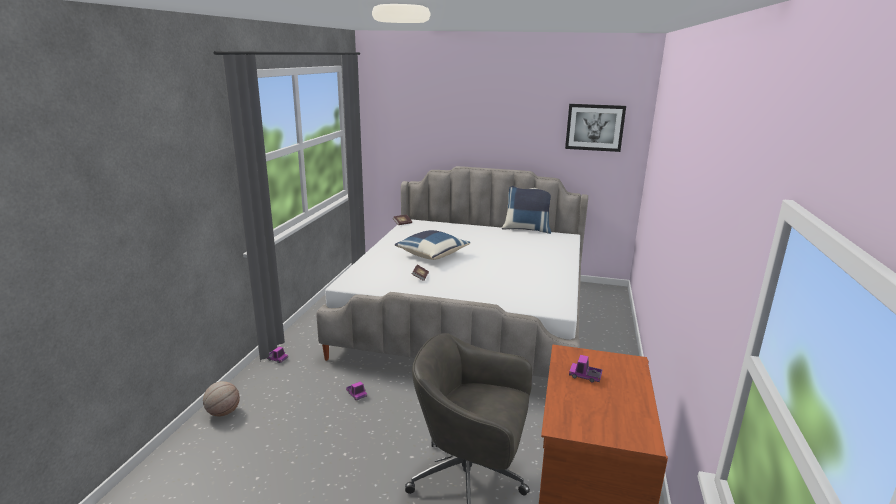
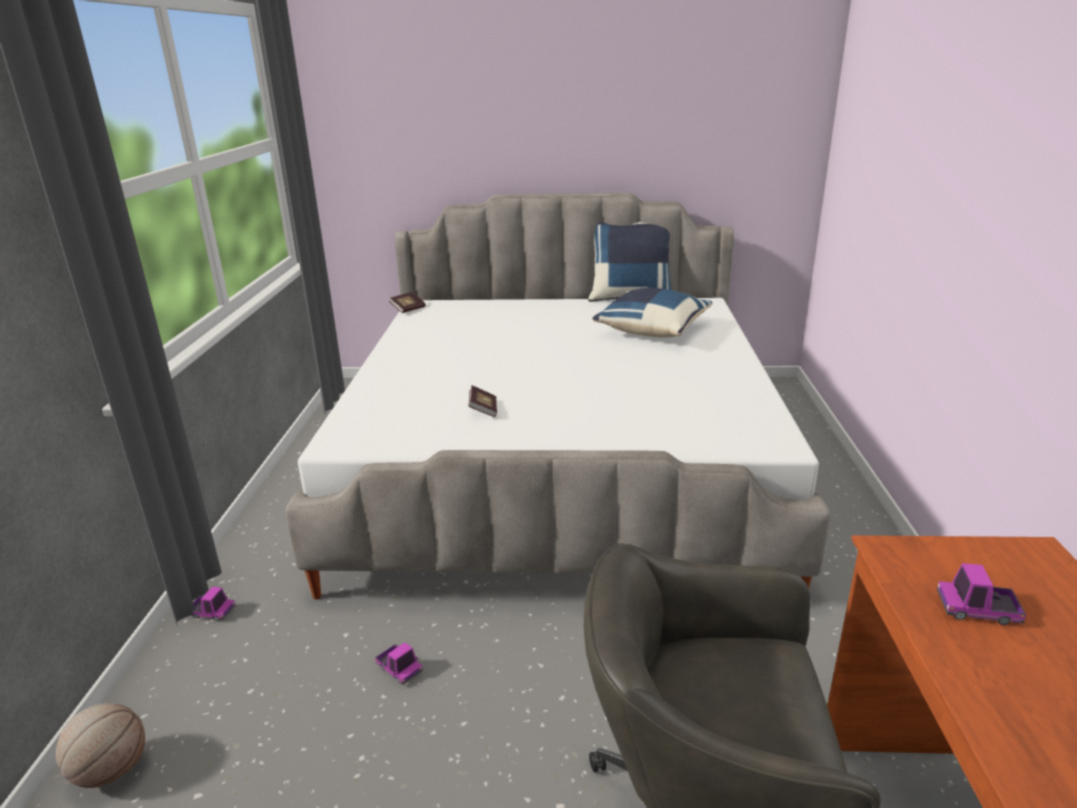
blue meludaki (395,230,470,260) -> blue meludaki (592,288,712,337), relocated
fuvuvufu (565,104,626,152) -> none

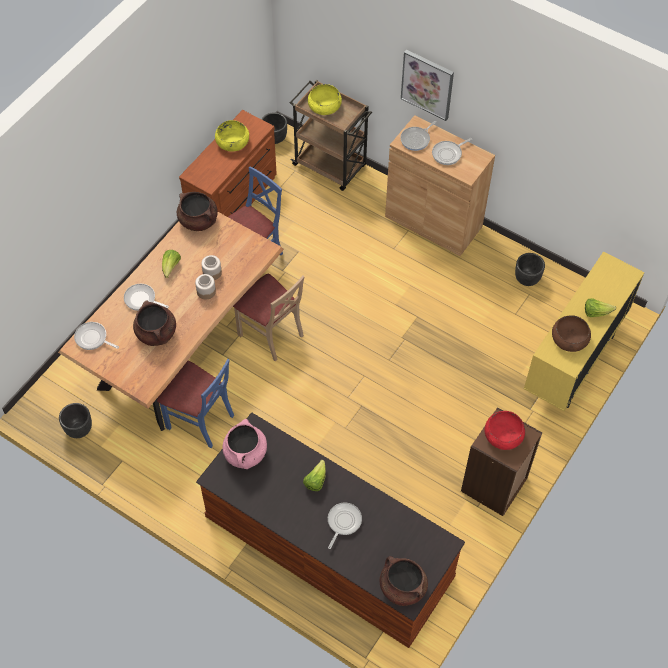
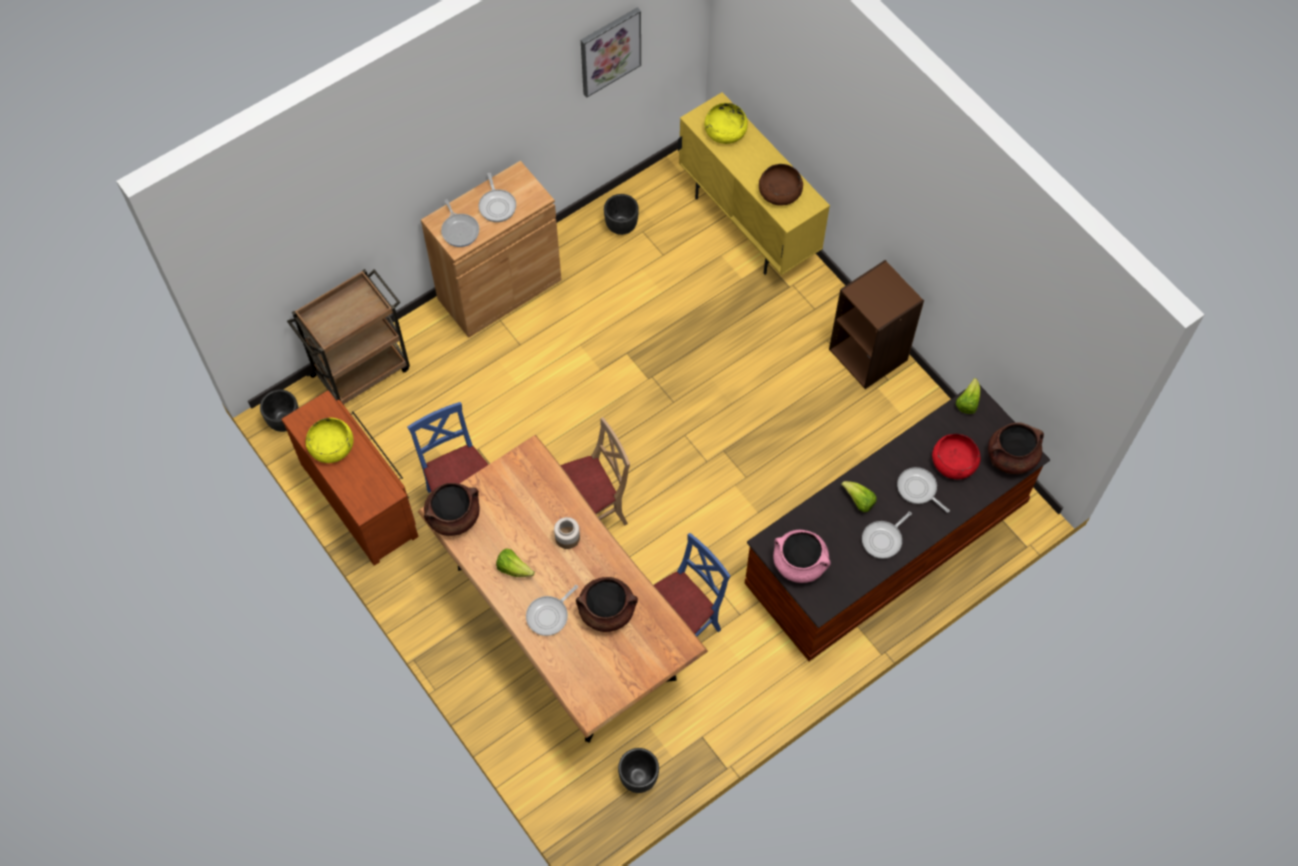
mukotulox (74,322,119,350) -> mukotulox (862,512,912,559), relocated
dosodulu (201,255,222,280) -> none
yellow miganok (308,84,342,115) -> yellow miganok (704,103,748,144), relocated
fuvuvufu (401,49,454,121) -> fuvuvufu (581,7,641,98), relocated
red miganok (485,411,525,450) -> red miganok (932,434,980,479), relocated
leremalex (585,298,616,317) -> leremalex (956,378,980,414), relocated

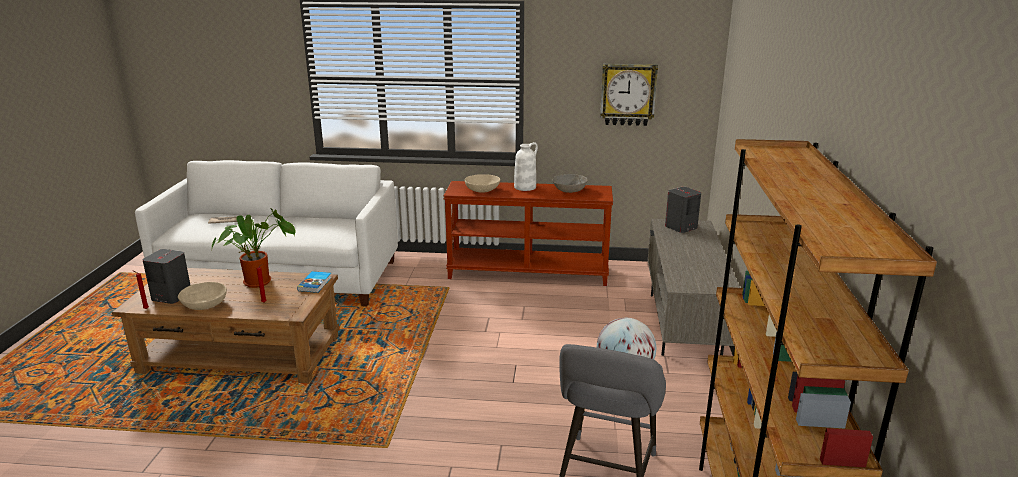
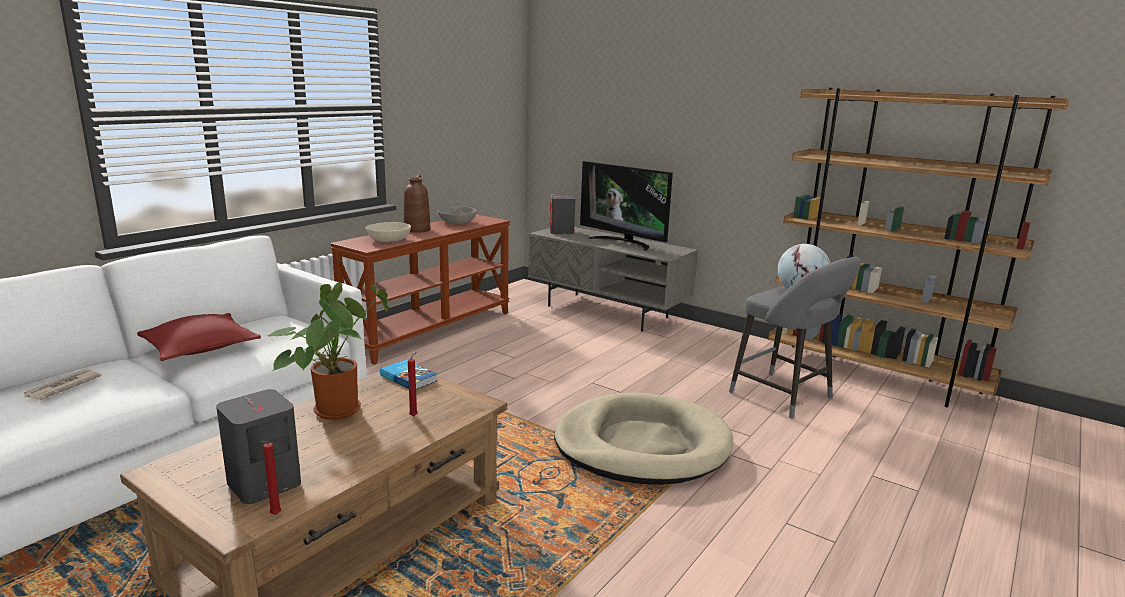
beige miganok (178,282,227,310) -> none
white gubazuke (514,142,538,191) -> brown gubazuke (404,175,430,233)
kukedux (600,64,658,126) -> none
none -> red meludaki (137,313,261,361)
none -> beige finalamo (554,393,733,485)
none -> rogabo (580,161,673,251)

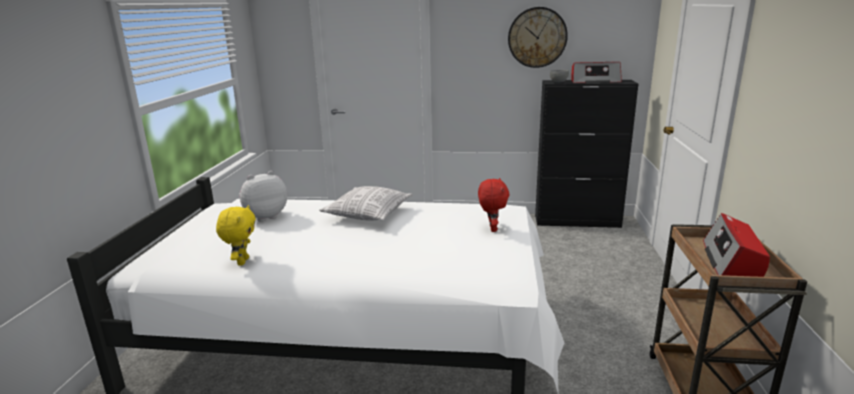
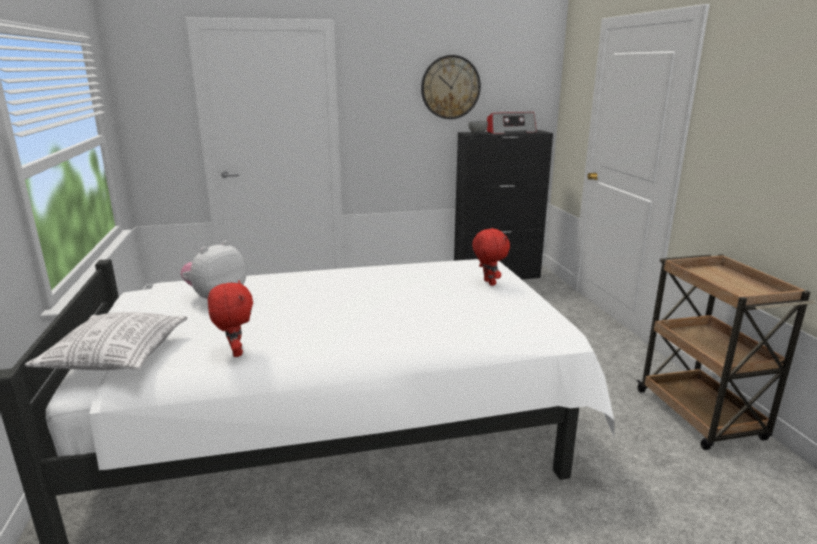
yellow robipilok (216,205,256,266) -> red robipilok (208,280,253,357)
meludaki (320,186,413,221) -> meludaki (24,312,188,370), relocated
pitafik (703,213,770,277) -> none

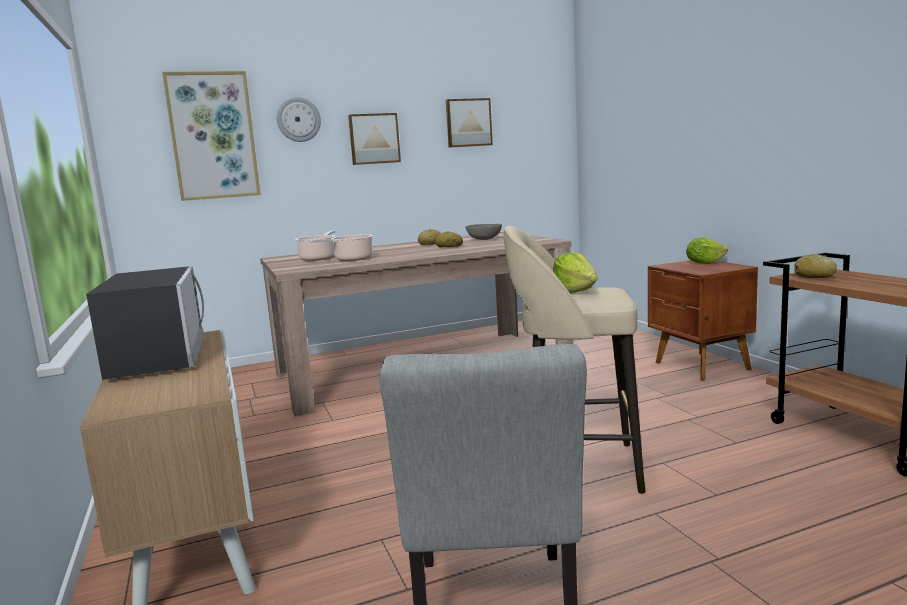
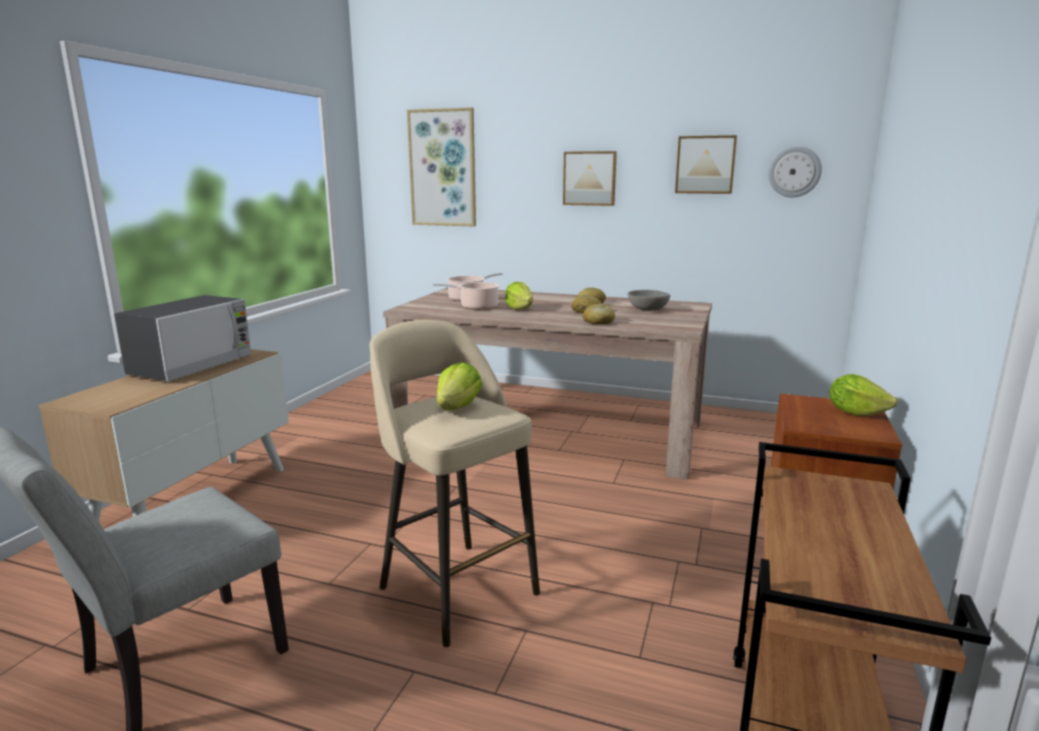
kukedux (277,97,321,142) -> kukedux (769,146,822,197), relocated
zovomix (794,254,837,278) -> zovomix (583,303,615,324), relocated
none -> leremalex (505,282,533,310)

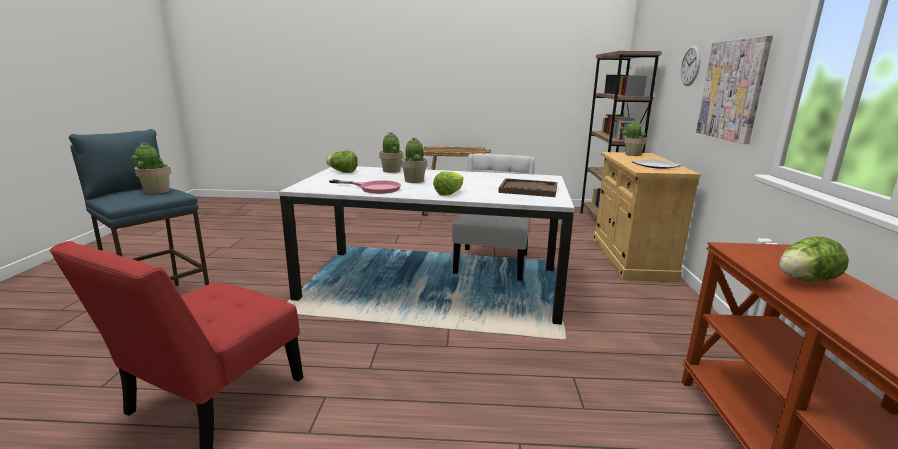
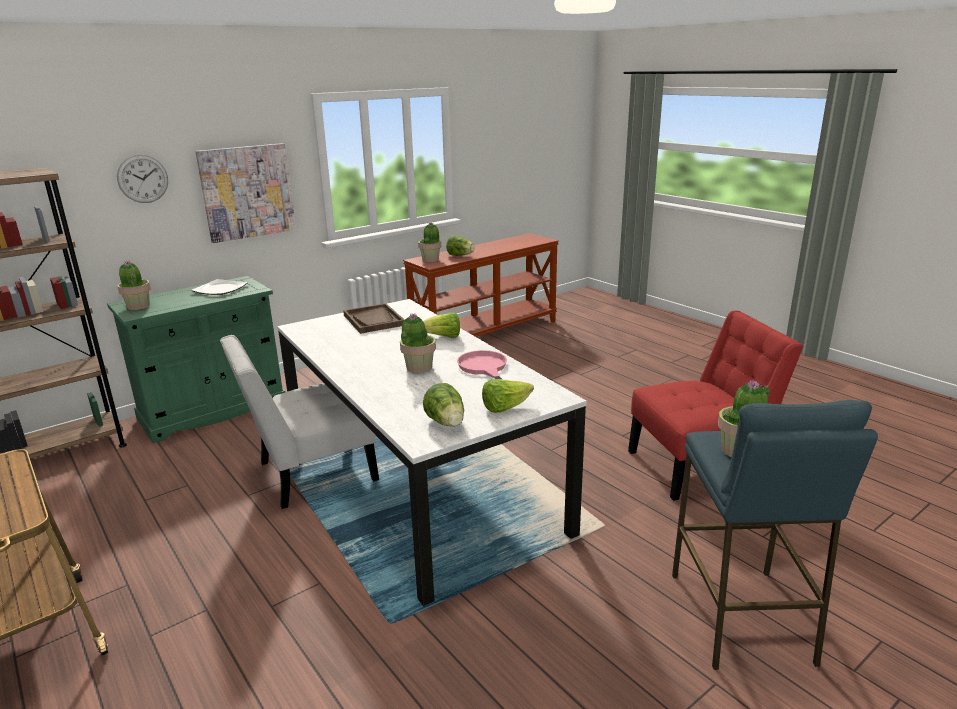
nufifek (379,132,403,173) -> nufifek (418,222,441,262), relocated
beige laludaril (593,152,701,282) -> green laludaril (107,276,285,443)
none -> leremalex (482,379,534,413)

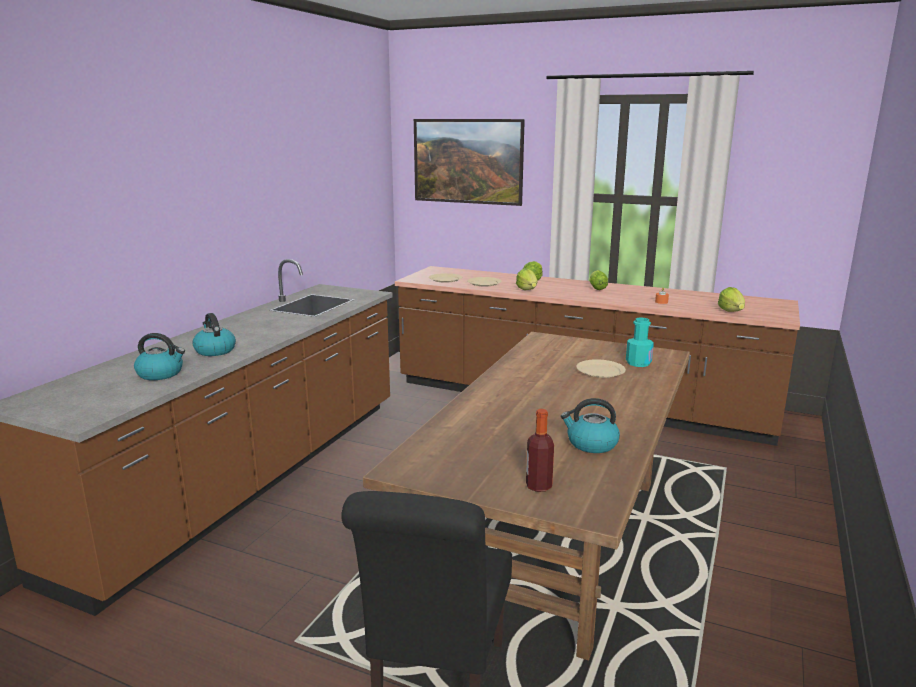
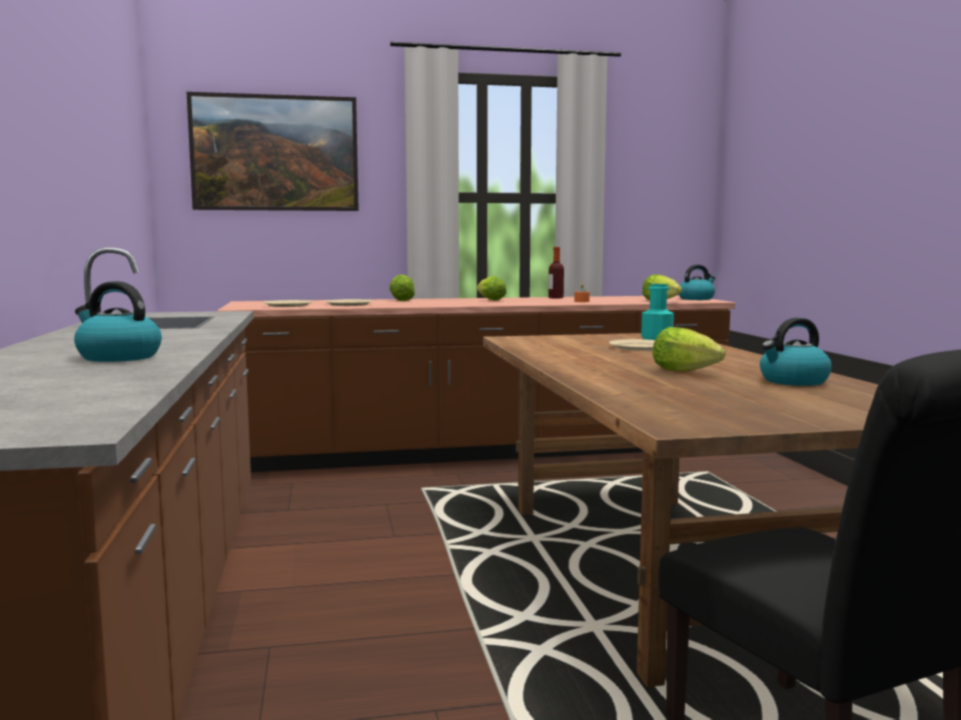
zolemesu (134,333,185,380) -> zolemesu (679,265,715,300), relocated
leremalex (516,268,538,290) -> leremalex (653,327,725,372), relocated
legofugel (526,409,554,492) -> legofugel (548,247,564,298), relocated

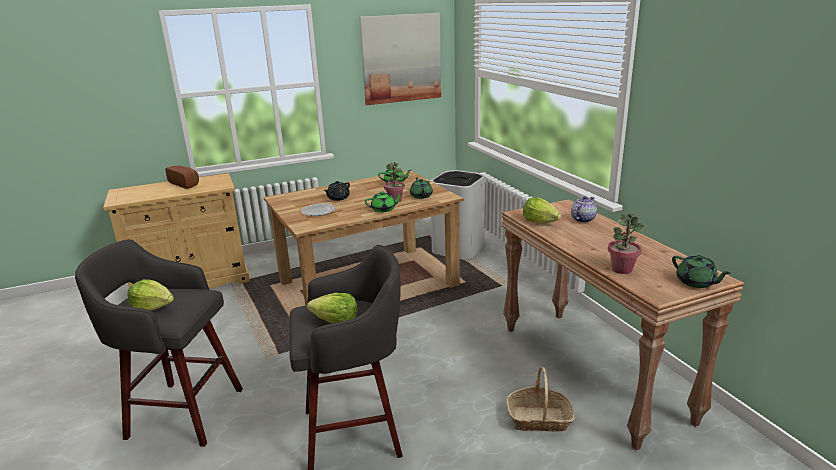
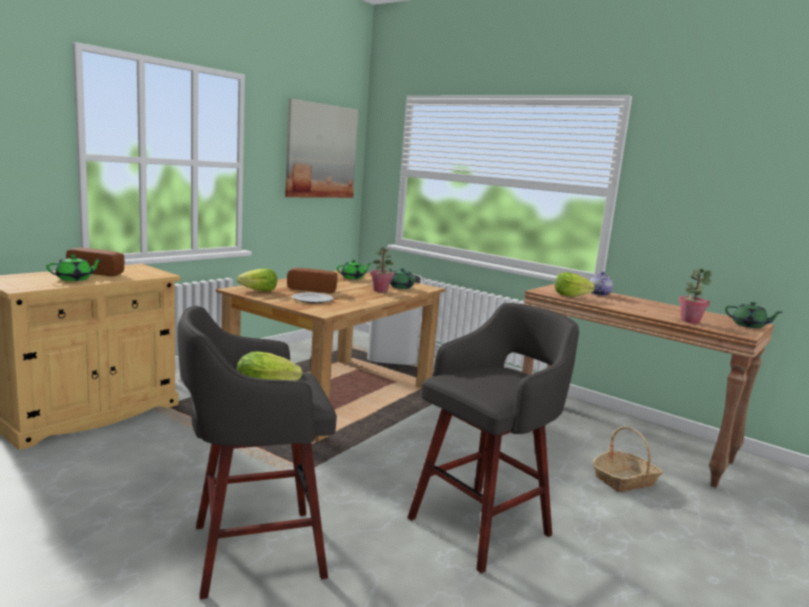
leremalex (307,293,358,323) -> leremalex (237,269,277,292), relocated
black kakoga (324,181,350,201) -> zovomix (287,268,338,293)
green kakoga (365,191,403,212) -> green kakoga (46,255,102,281), relocated

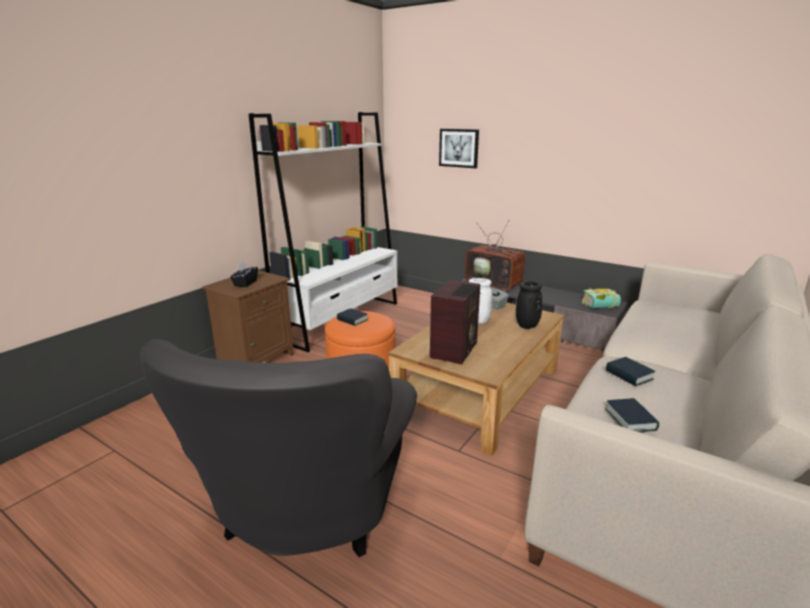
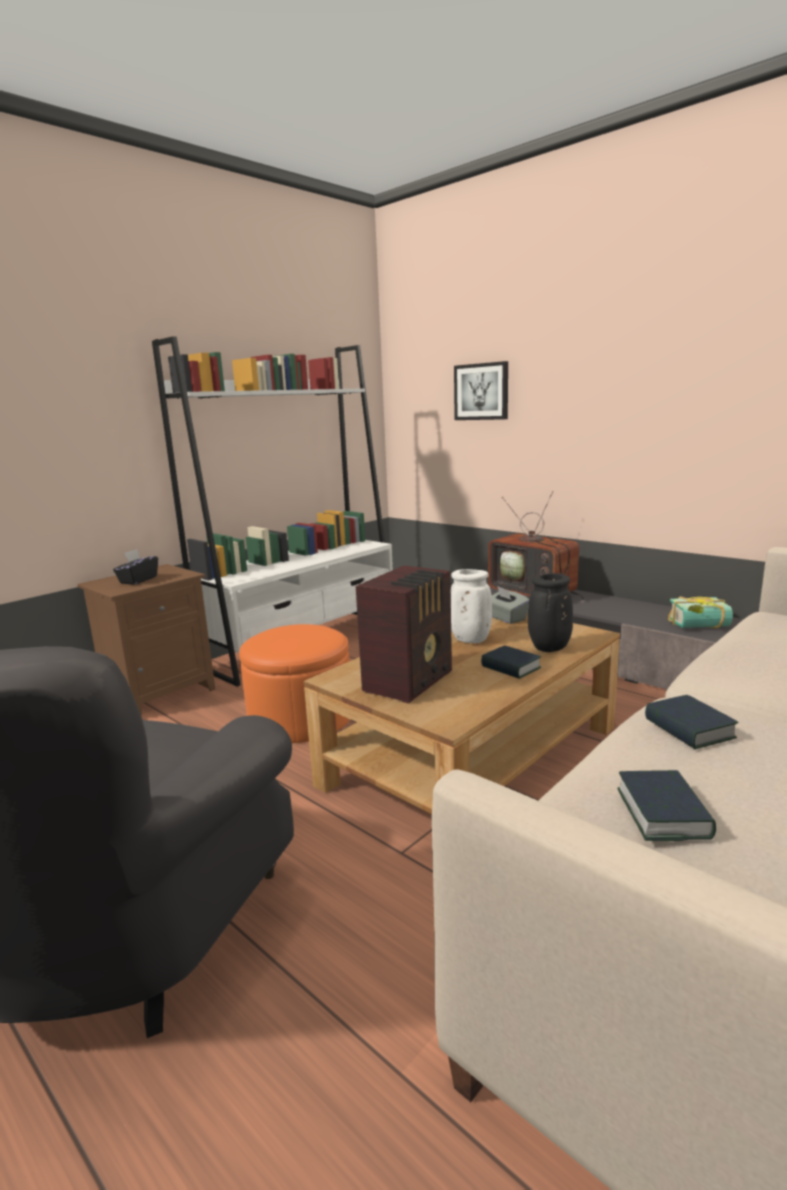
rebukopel (337,308,368,326) -> rebukopel (481,645,541,679), relocated

